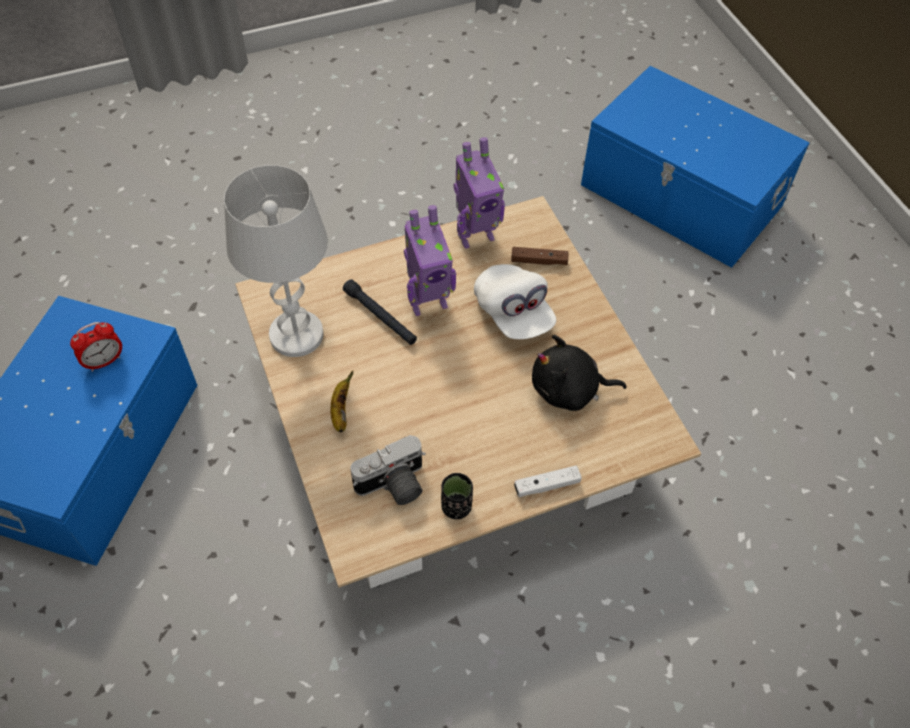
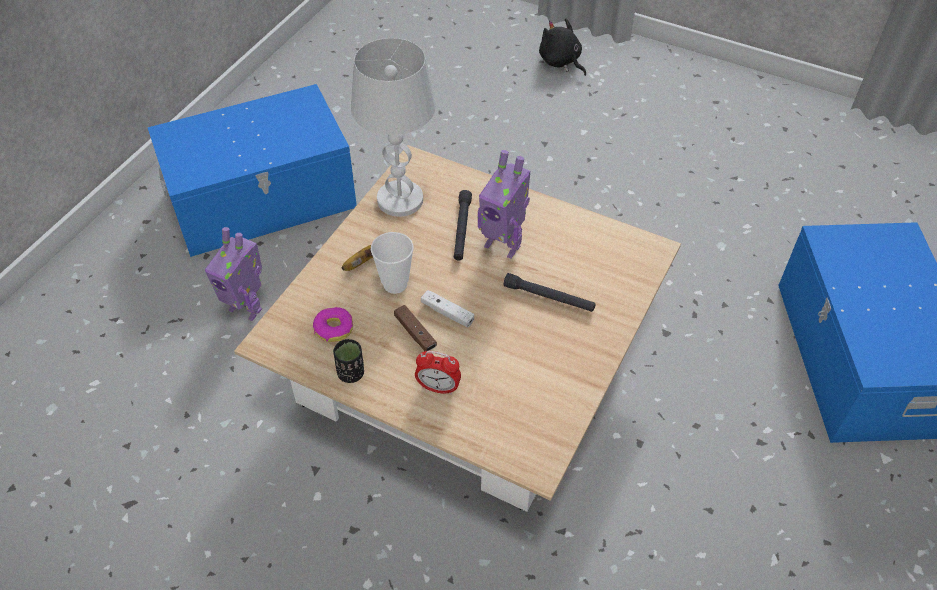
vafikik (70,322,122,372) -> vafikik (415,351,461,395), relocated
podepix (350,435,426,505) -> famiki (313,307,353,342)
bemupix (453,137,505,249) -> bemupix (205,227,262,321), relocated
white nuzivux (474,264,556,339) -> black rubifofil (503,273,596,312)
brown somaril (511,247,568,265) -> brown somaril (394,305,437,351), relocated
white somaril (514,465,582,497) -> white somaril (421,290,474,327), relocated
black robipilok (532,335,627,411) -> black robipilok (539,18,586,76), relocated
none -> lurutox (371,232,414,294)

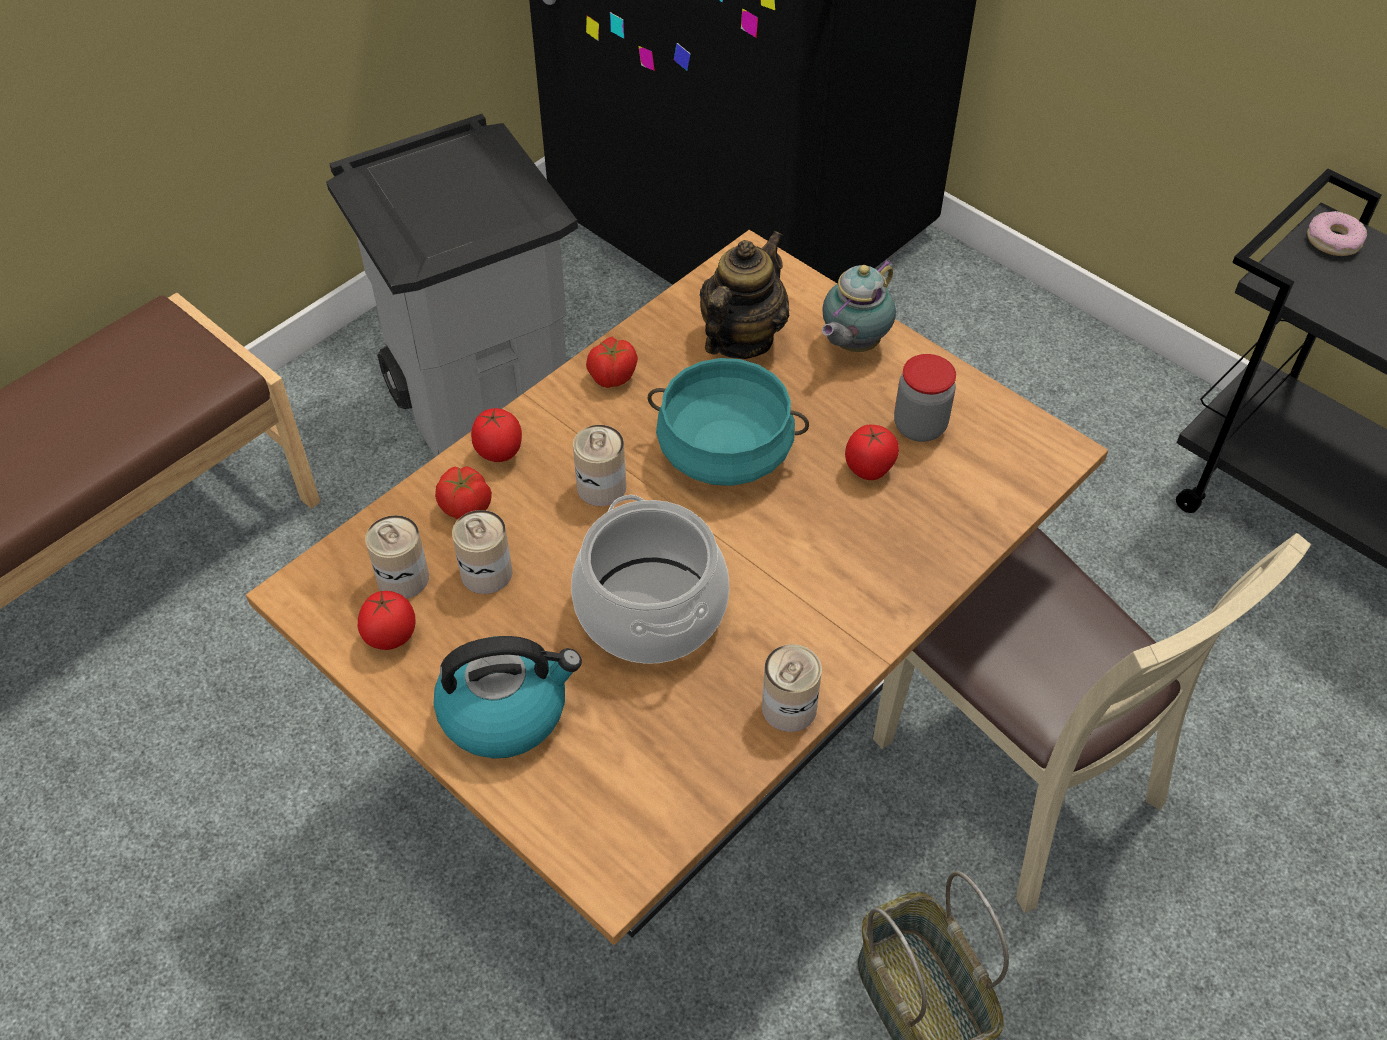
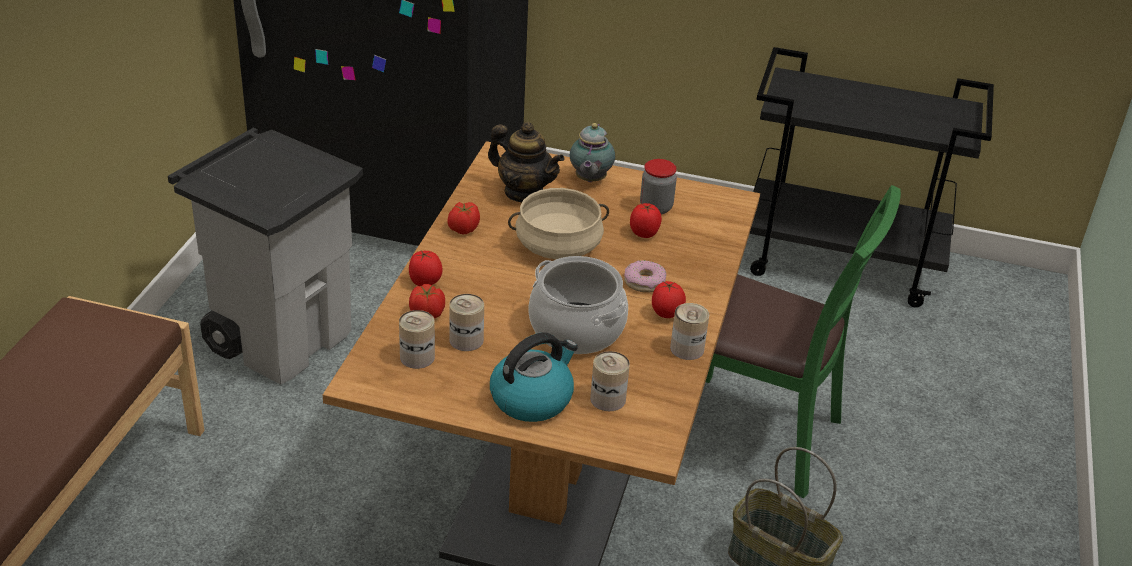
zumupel (358,590,415,650) -> zumupel (652,281,686,318), relocated
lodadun (573,425,626,506) -> lodadun (590,351,630,411), relocated
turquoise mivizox (647,358,809,486) -> beige mivizox (508,188,609,259)
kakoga (699,231,789,359) -> kakoga (488,122,565,202), 120 degrees clockwise
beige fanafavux (873,528,1311,913) -> green fanafavux (705,185,901,498)
famiki (1307,211,1367,256) -> famiki (624,260,666,293), relocated

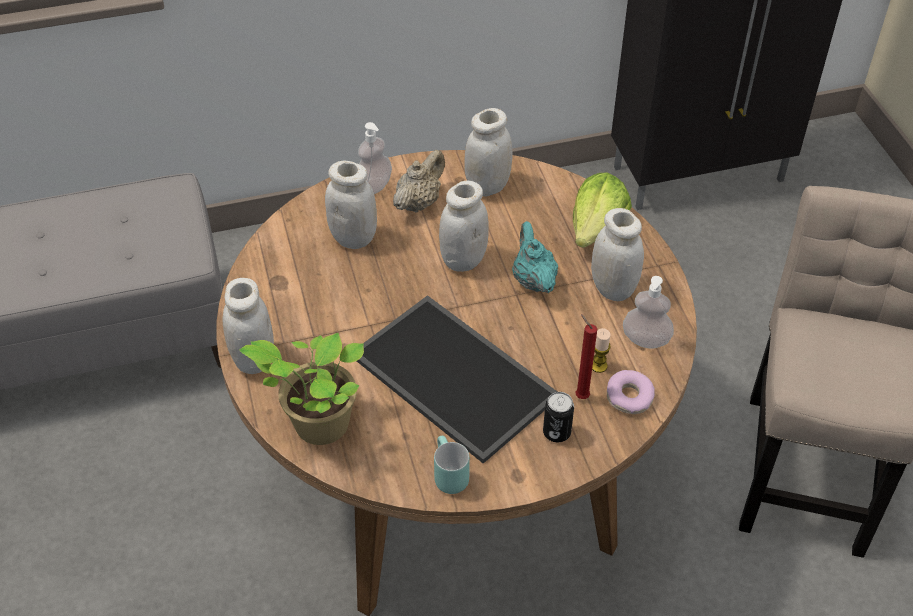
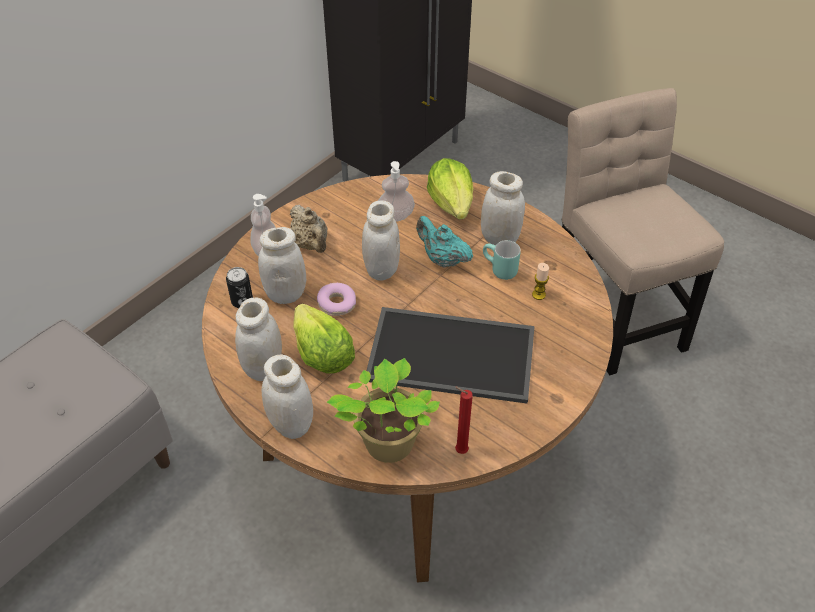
beige kakoga (393,150,445,213) -> beige kakoga (290,205,327,253), 150 degrees clockwise
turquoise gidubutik (434,436,470,494) -> turquoise gidubutik (483,240,521,280), relocated
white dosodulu (464,108,512,196) -> white dosodulu (235,297,282,381), relocated
lodadun (543,392,574,442) -> lodadun (226,267,253,308), relocated
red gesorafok (576,314,597,399) -> red gesorafok (455,386,473,454), relocated
famiki (607,370,655,414) -> famiki (317,283,356,316), relocated
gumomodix (623,276,674,348) -> gumomodix (378,161,415,222), relocated
none -> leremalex (293,304,355,374)

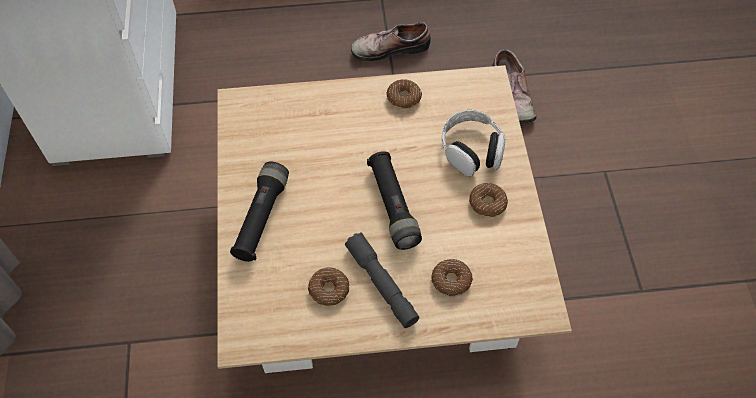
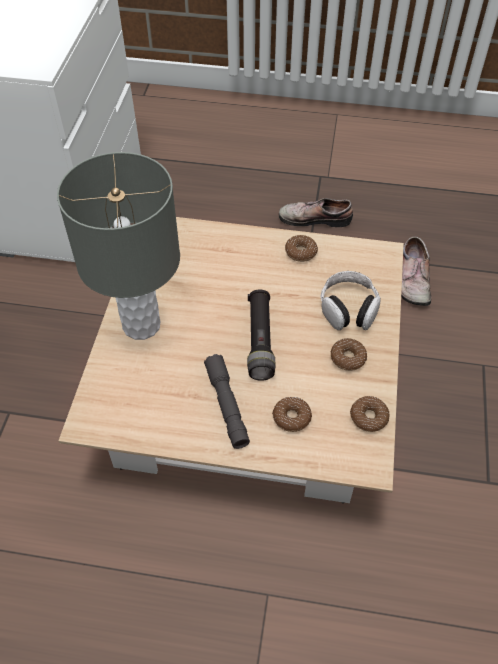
black rubifofil (230,161,289,262) -> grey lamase (57,152,180,340)
famiki (308,267,349,306) -> famiki (350,396,390,432), relocated

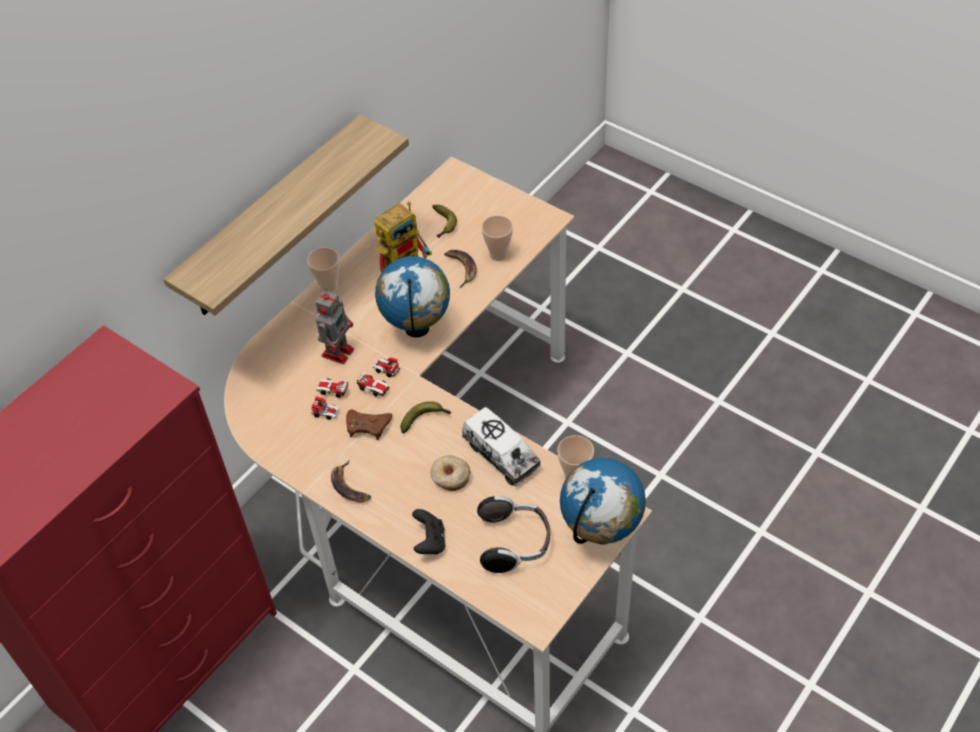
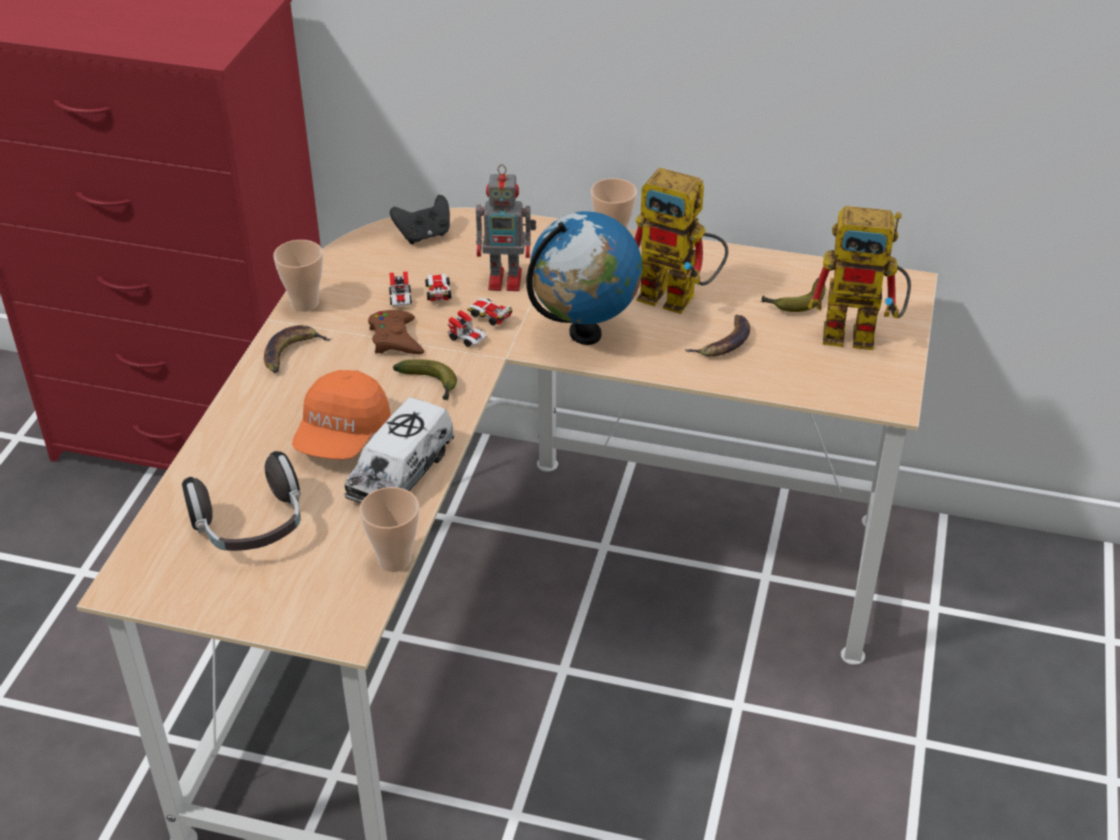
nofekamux (163,115,409,316) -> none
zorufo (357,357,400,396) -> zorufo (448,298,512,347), 120 degrees clockwise
black somaril (412,509,445,554) -> black somaril (390,195,450,244), relocated
famiki (431,455,471,491) -> orange nuzivux (292,370,391,460)
lurutox (481,215,513,261) -> lurutox (273,240,323,312), relocated
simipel (560,458,646,545) -> none
none -> bemupix (808,206,911,350)

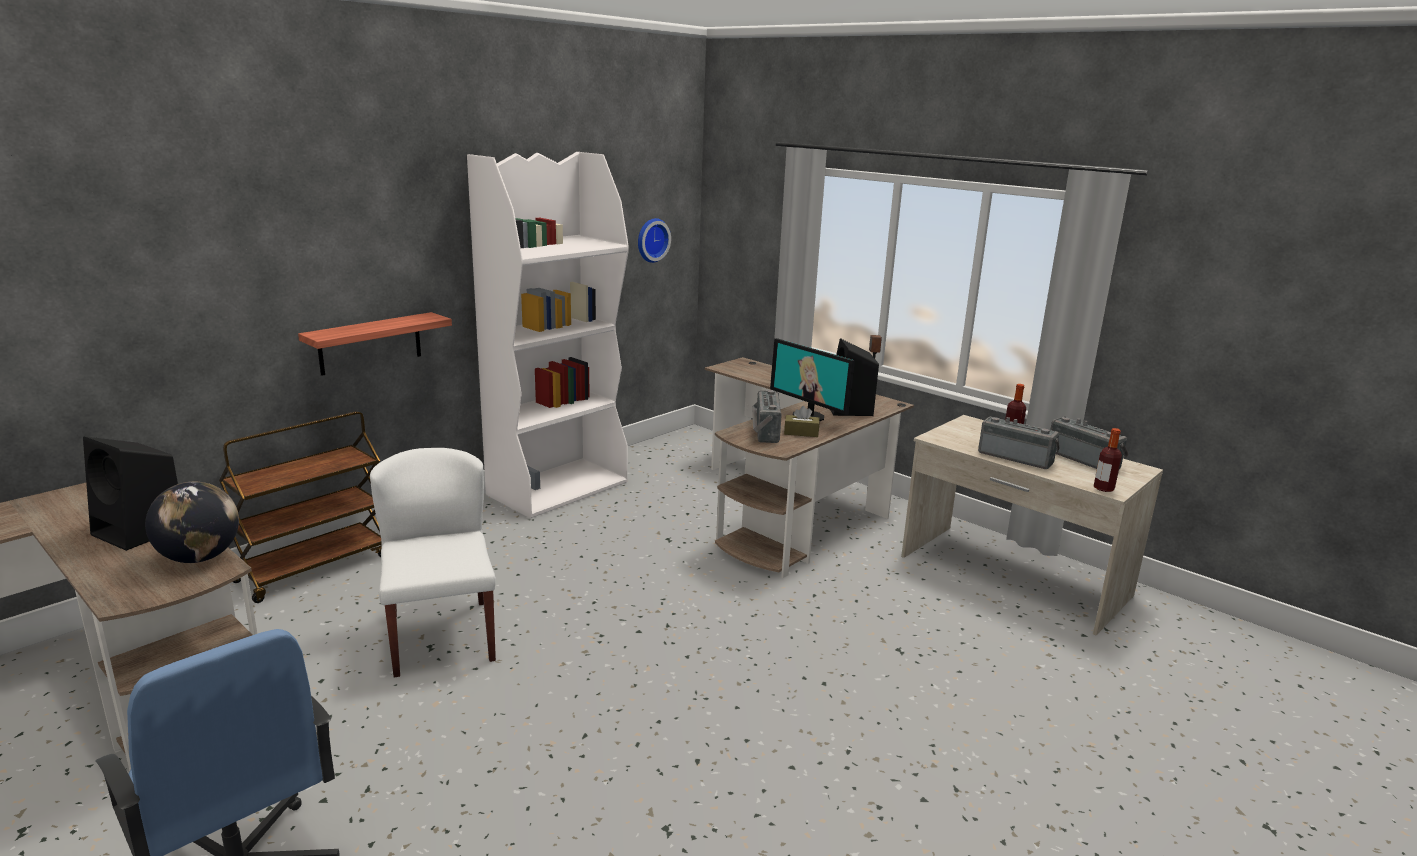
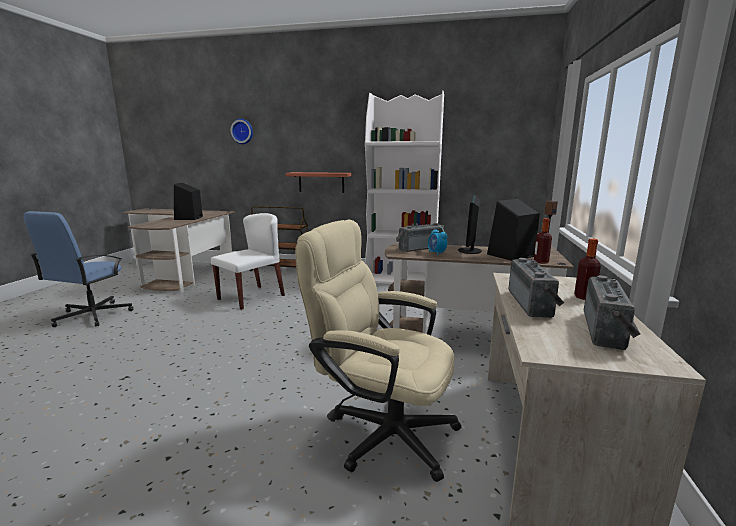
simipel (145,482,239,563) -> none
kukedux (638,218,671,263) -> kukedux (230,119,253,144), relocated
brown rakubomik (784,406,820,437) -> vafikik (428,227,448,256)
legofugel (1094,428,1122,492) -> legofugel (534,218,552,263), relocated
none -> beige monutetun (295,220,462,482)

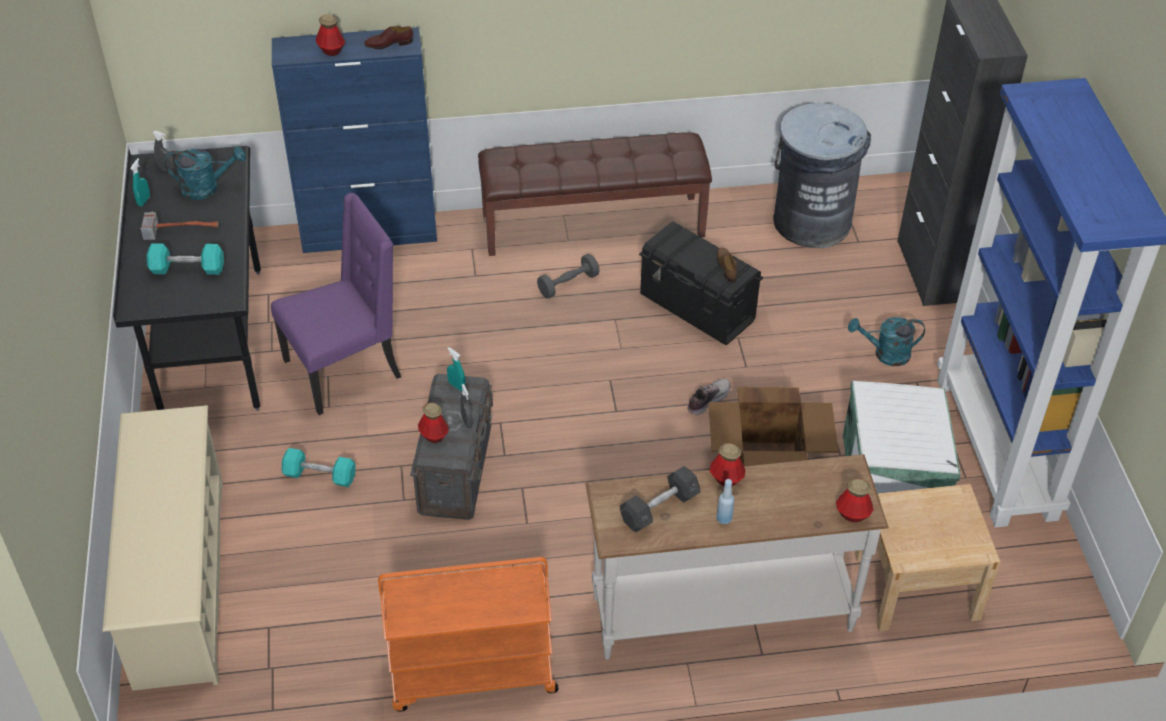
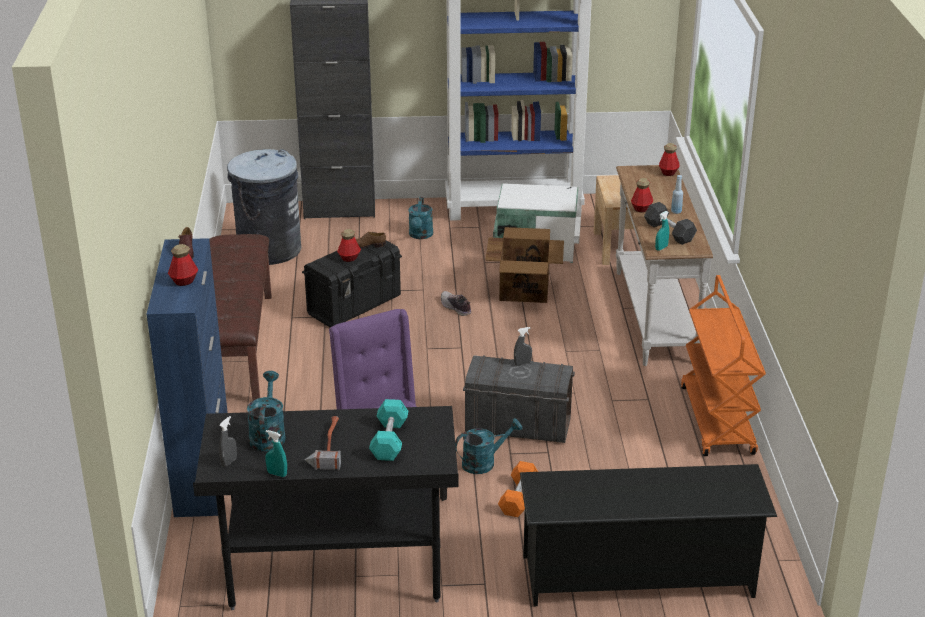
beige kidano (102,405,223,691) -> black kidano (520,464,777,606)
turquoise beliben (282,448,356,487) -> orange beliben (498,461,538,517)
legofugel (418,402,449,443) -> legofugel (337,229,361,262), relocated
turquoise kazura (447,347,465,391) -> turquoise kazura (655,211,669,251), relocated
grey beliben (537,254,600,299) -> none
none -> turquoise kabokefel (455,418,522,474)

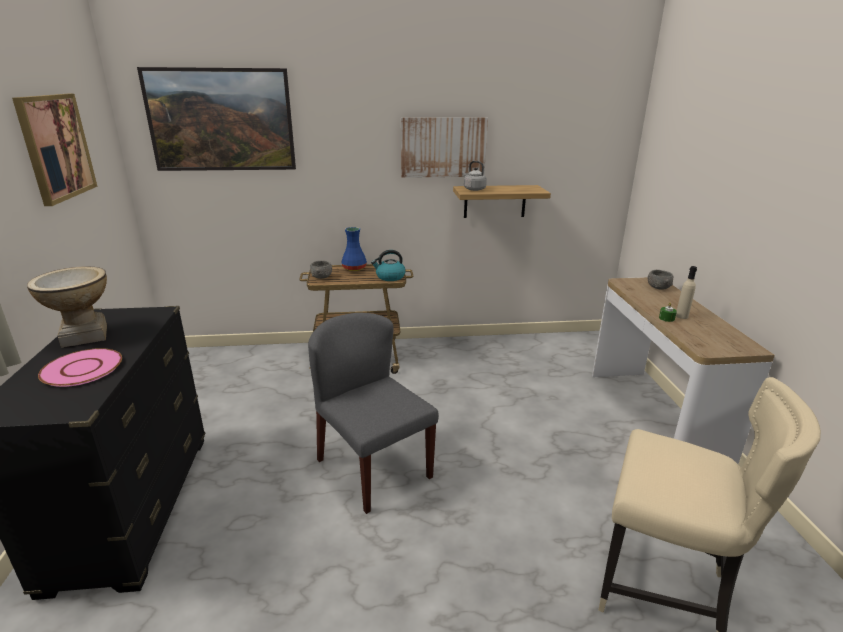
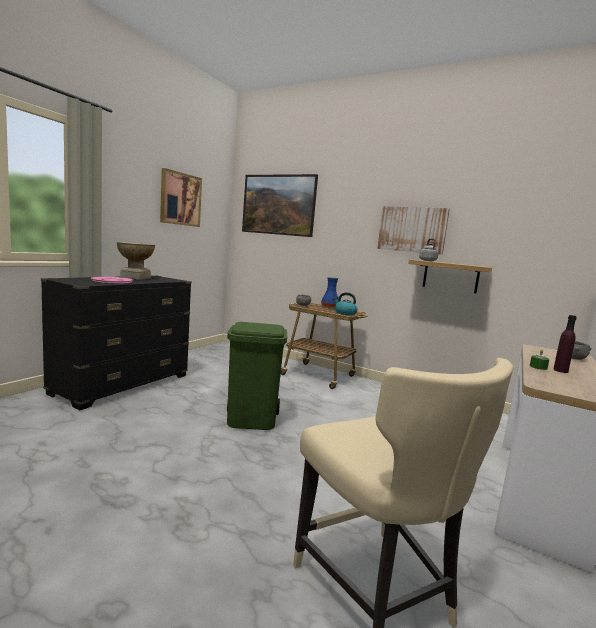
grey fanafavux (308,313,439,514) -> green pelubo (227,322,287,430)
beige legofugel (676,266,697,319) -> purple legofugel (553,315,576,373)

